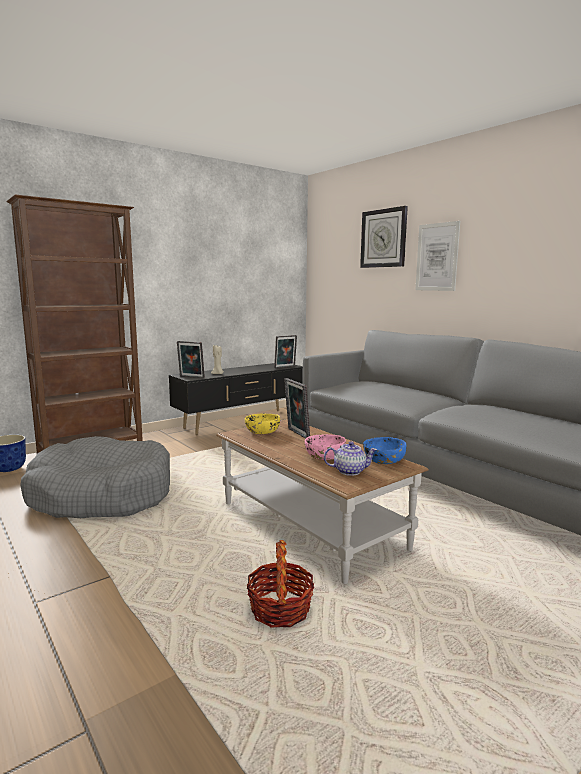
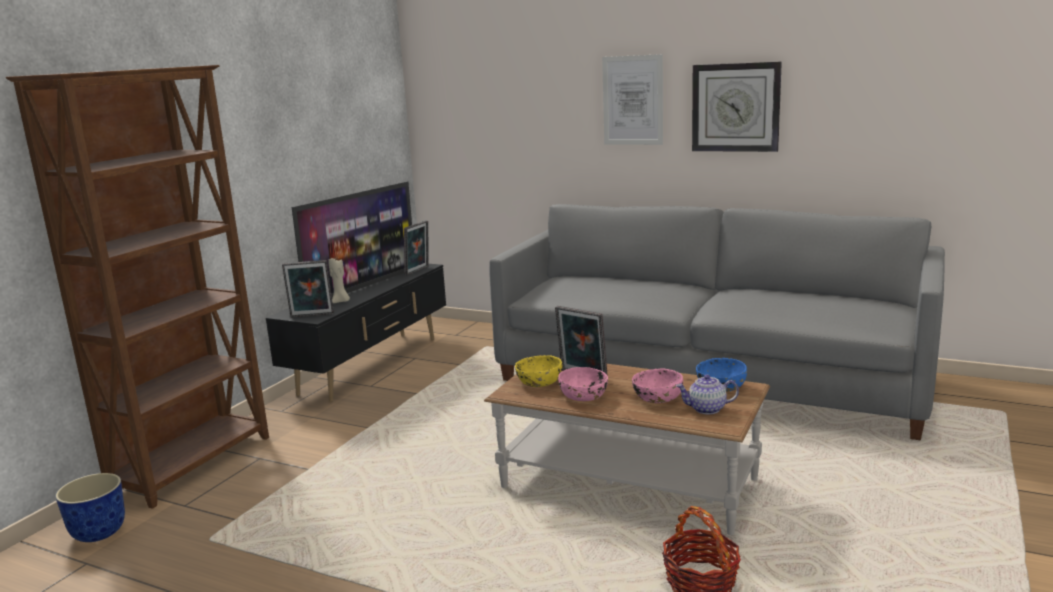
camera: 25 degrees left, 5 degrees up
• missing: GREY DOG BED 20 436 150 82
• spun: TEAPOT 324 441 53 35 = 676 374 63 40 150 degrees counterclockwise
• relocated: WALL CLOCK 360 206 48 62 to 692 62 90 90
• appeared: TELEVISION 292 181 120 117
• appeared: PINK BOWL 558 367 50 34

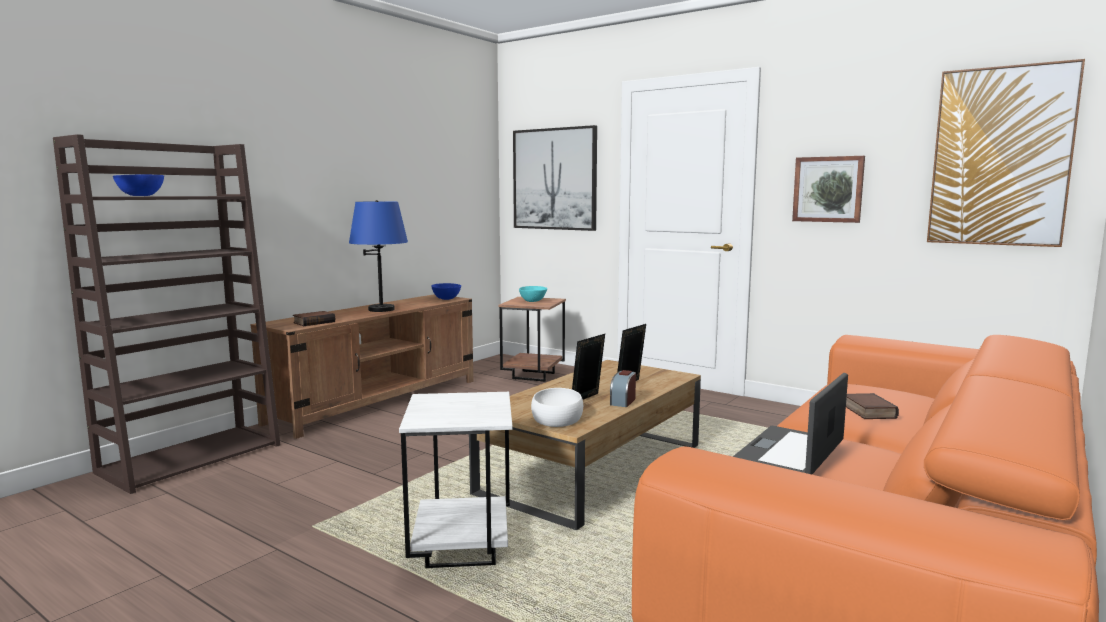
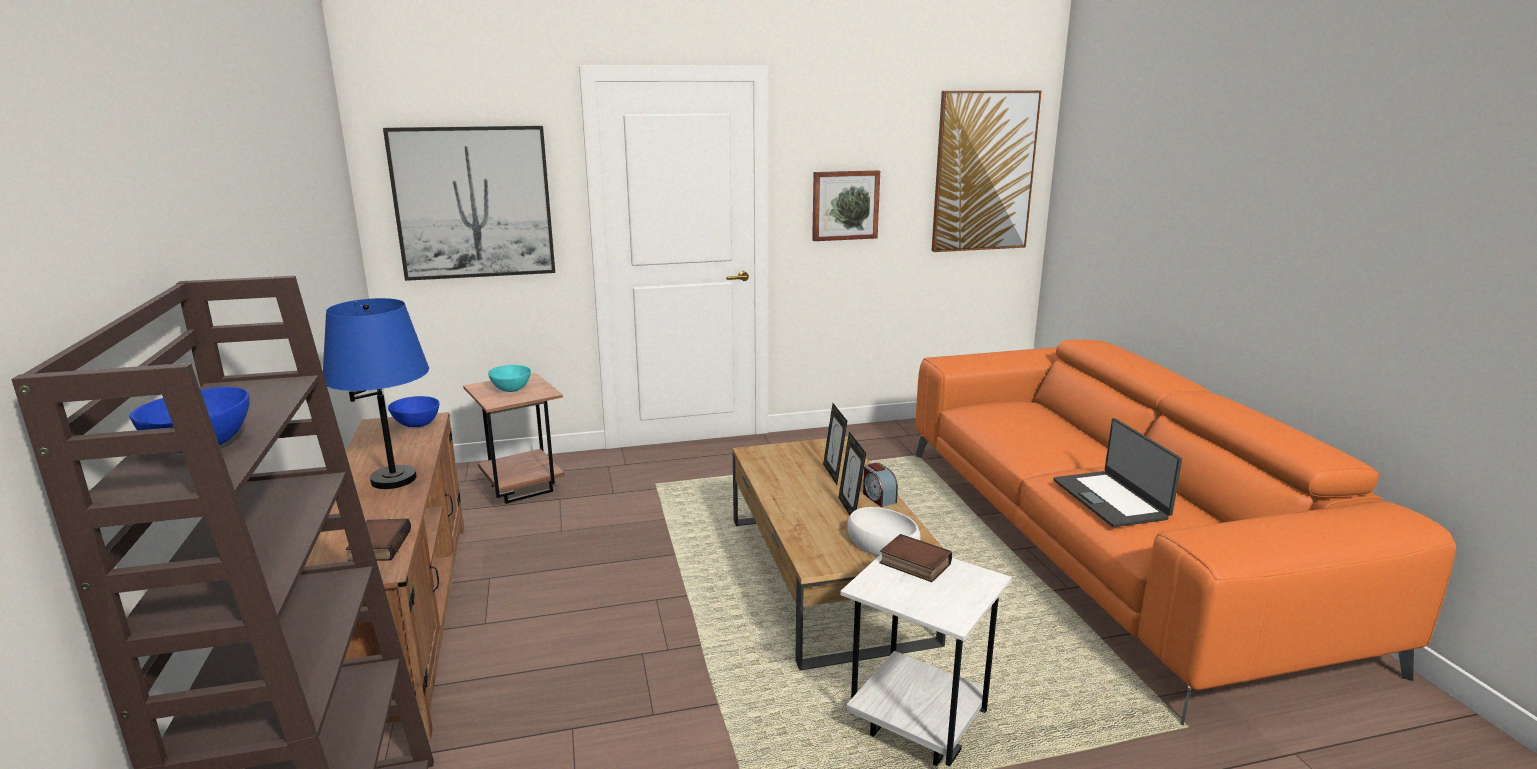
camera: 50 degrees left, 10 degrees up
• relocated: BOOK 846 393 53 26 to 880 534 72 48

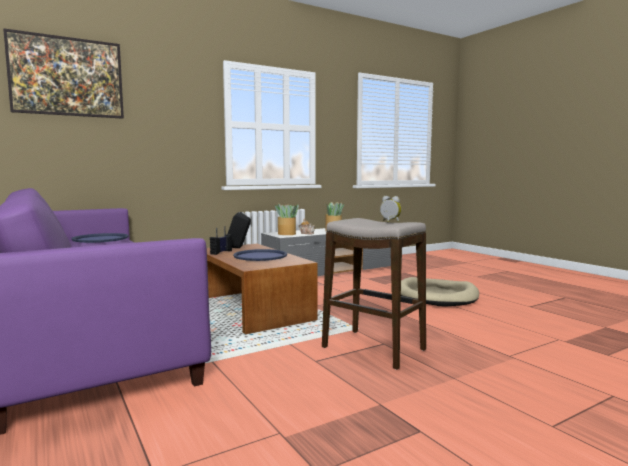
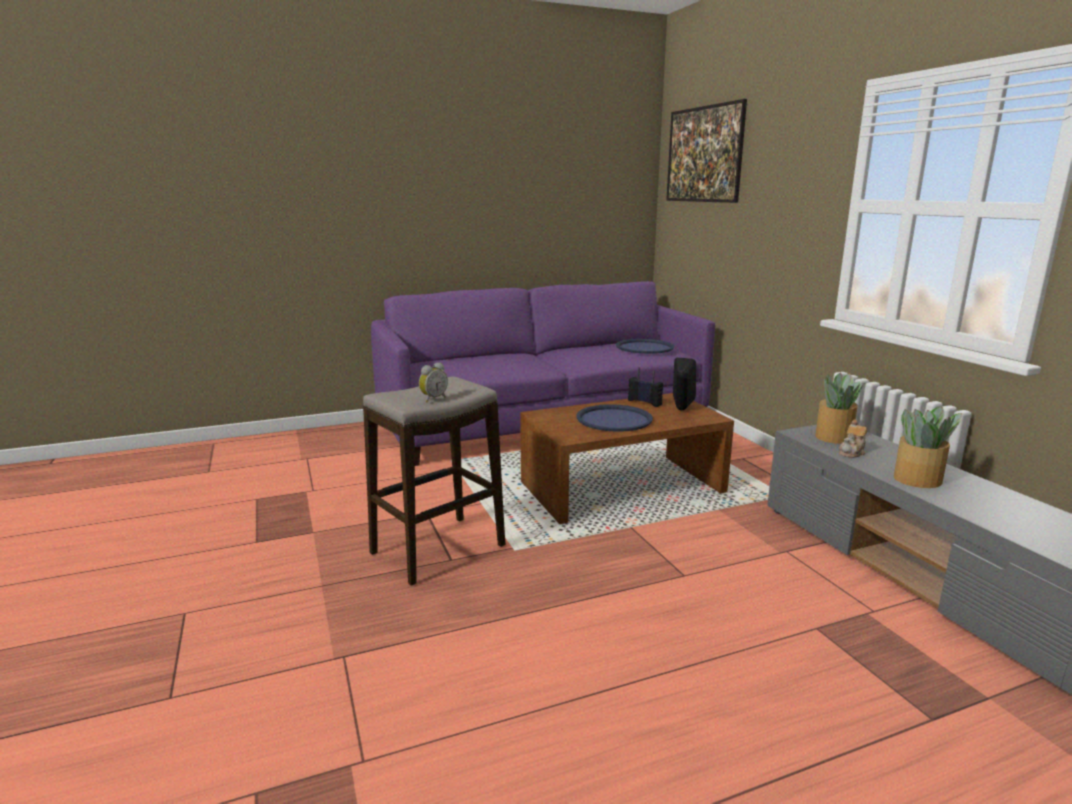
camera: 100 degrees right, 10 degrees up
• missing: BEIGE DOG BED 401 277 78 29

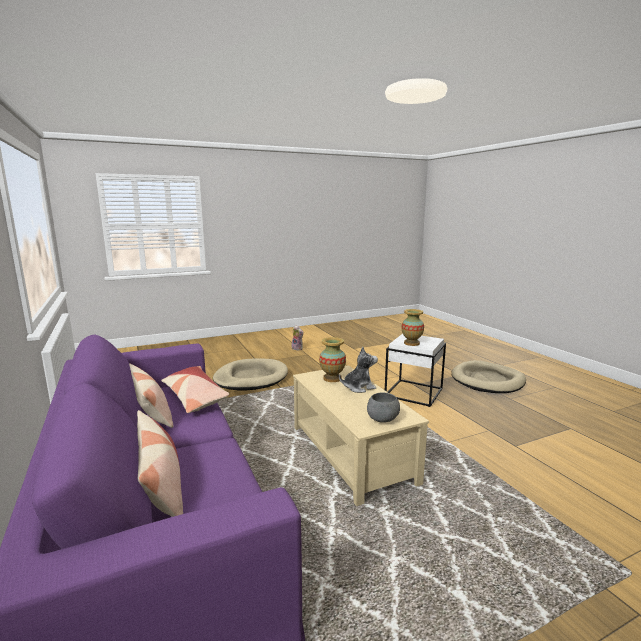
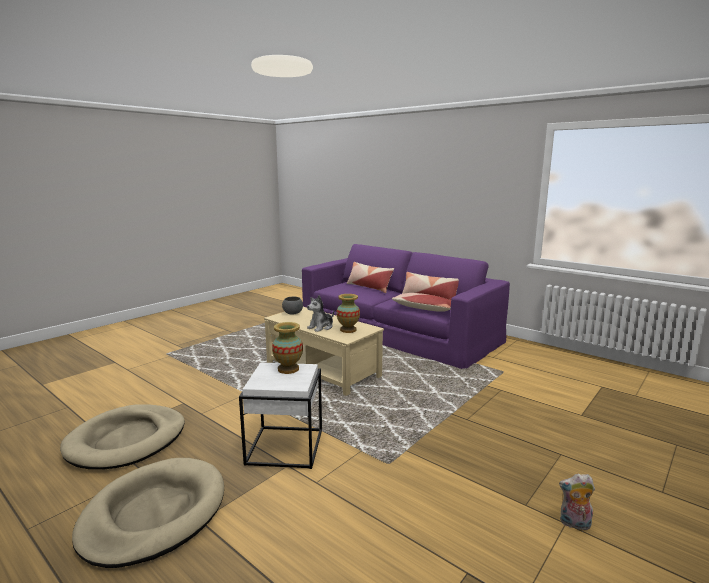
camera: 155 degrees right, 0 degrees up
• relocated: BEIGE DOG BED 213 358 75 32 to 60 404 125 65

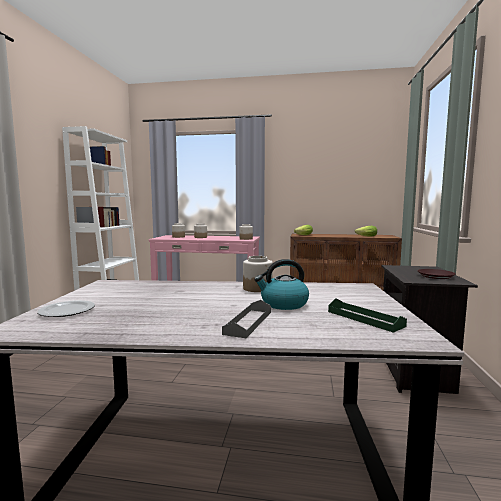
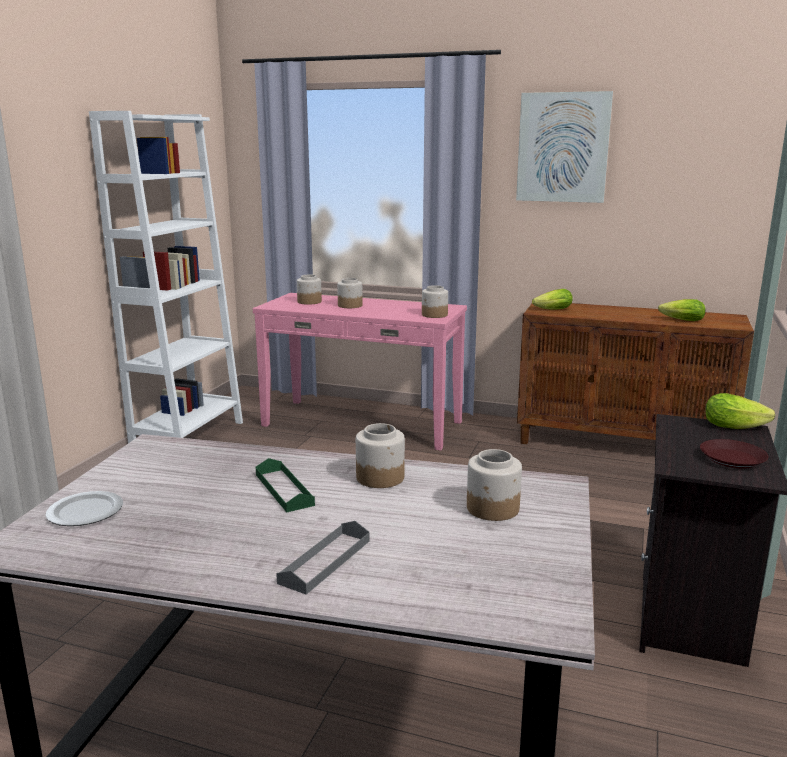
camera: 10 degrees right, 10 degrees up
• missing: KETTLE 254 259 55 51
• relocated: GREEN TRAY 328 298 79 35 to 256 458 59 55
• appeared: JAR 467 449 55 72
• appeared: PICTURE 516 91 97 112
• appeared: LETTUCE 705 393 70 36

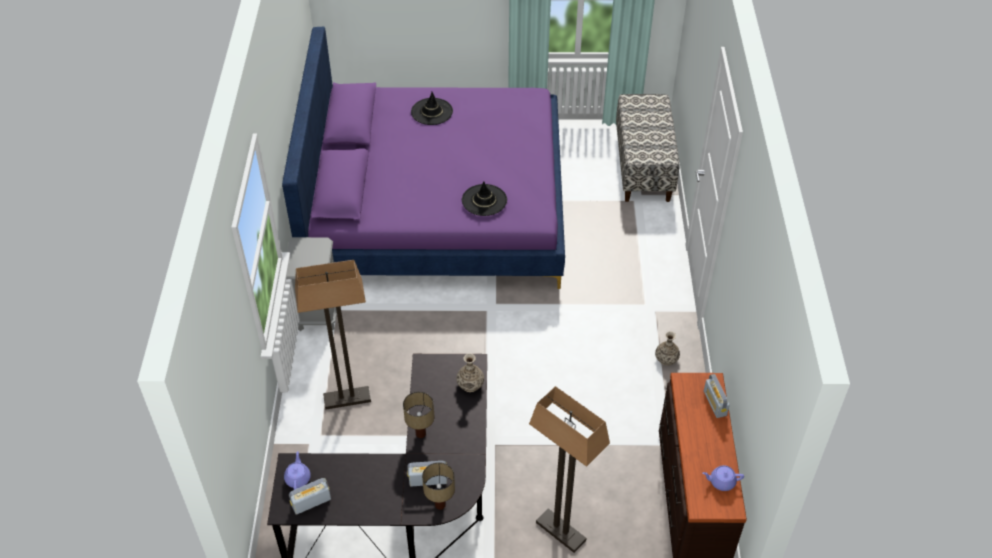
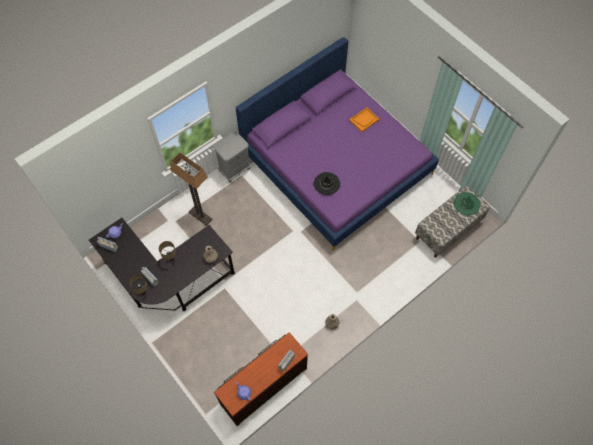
camera: 50 degrees right, 15 degrees up
• exchanged: BLACK HAT 411 92 42 33 to ORANGE TRAY 349 107 30 25
• missing: FLOOR LAMP 529 386 81 167
• appeared: GREEN HAT 454 192 26 23

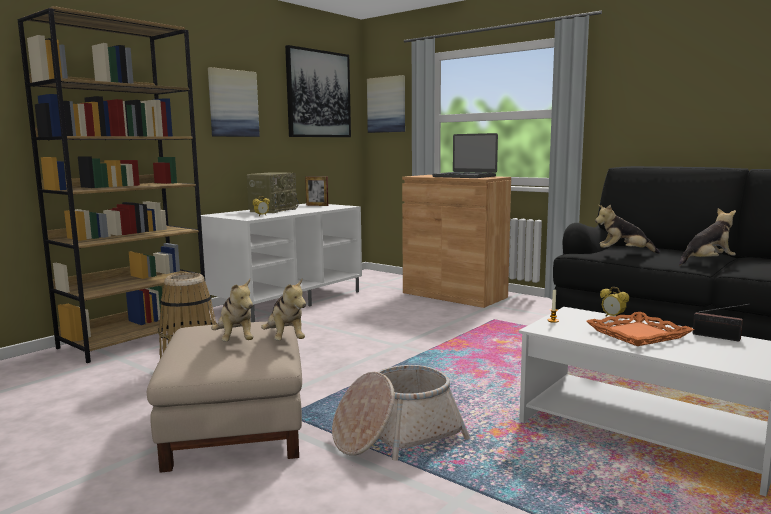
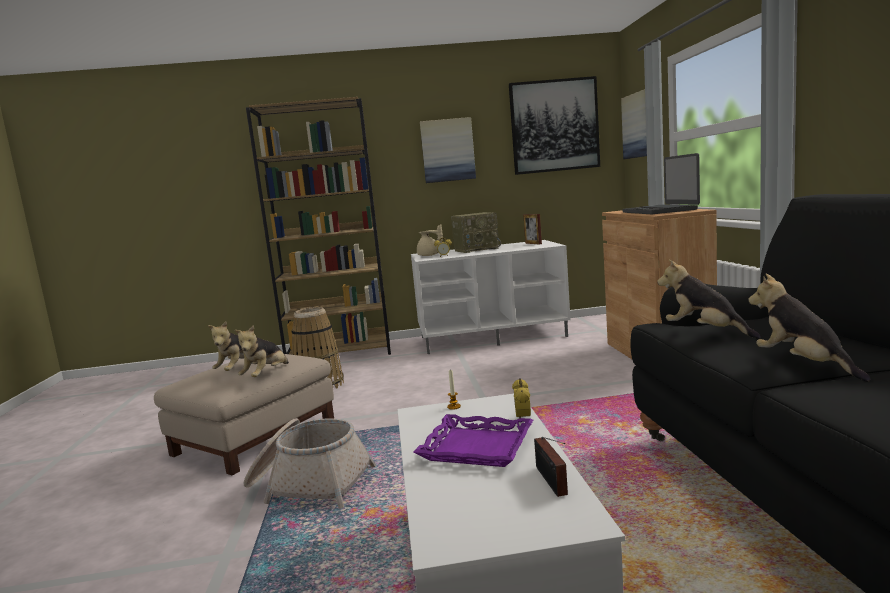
camera: 45 degrees right, 0 degrees up
• colour: ORANGE TRAY 586 312 108 34 to PURPLE TRAY 413 414 120 53
• spun: PLUSH TOY 679 208 57 58 = 748 274 123 108 135 degrees counterclockwise
• appeared: BEIGE TEAPOT 417 225 26 31

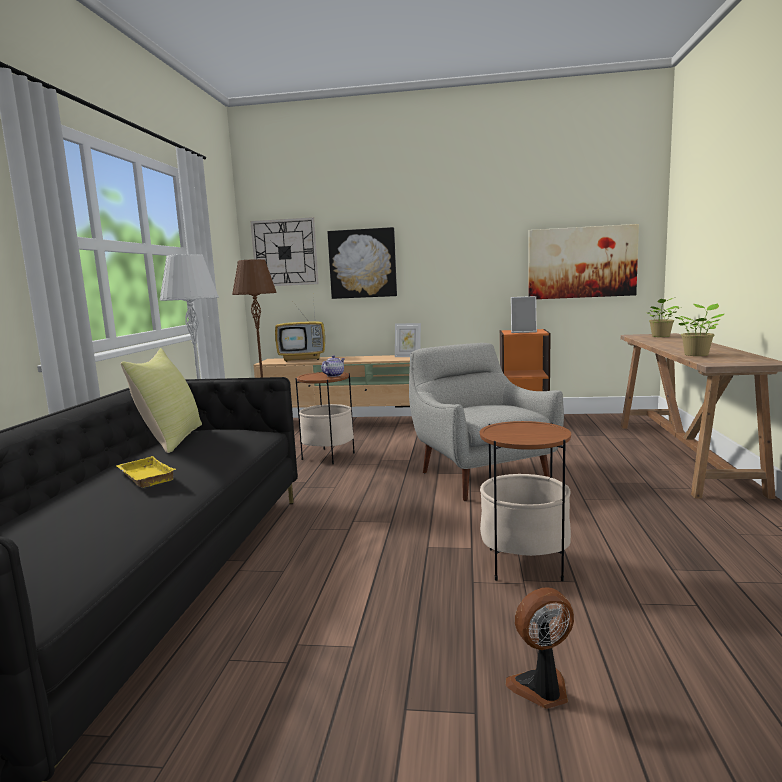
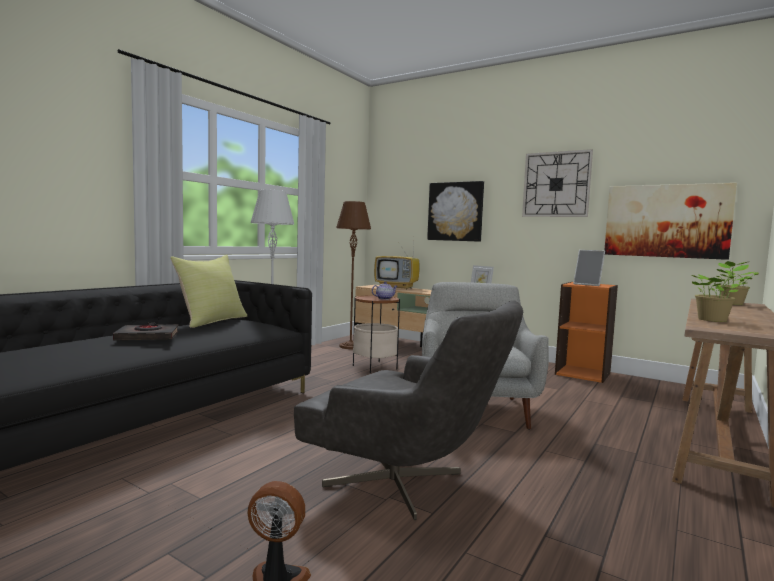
camera: 25 degrees right, 5 degrees down
• exchanged: YELLOW TRAY 116 456 60 32 to BLACK BOOK 113 323 65 17
• relocated: WALL CLOCK 250 217 69 69 to 522 149 71 68
• exchanged: SIDE TABLE 480 421 91 160 to GREY ARMCHAIR 294 300 229 220

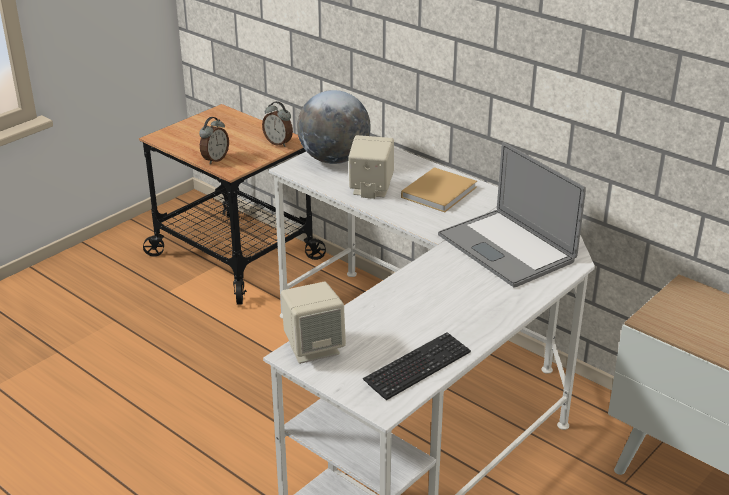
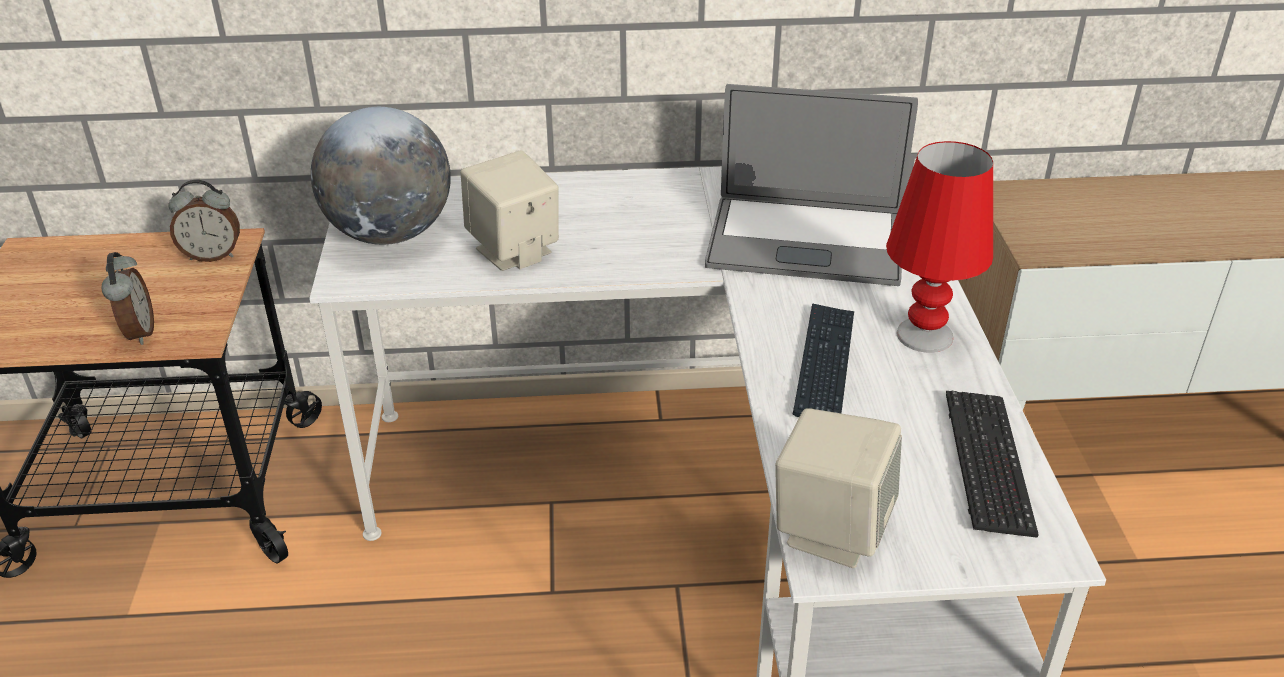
camera: 45 degrees left, 5 degrees up
• missing: BEIGE BOOK 401 167 76 45
• appeared: KEYBOARD 793 303 61 114
• appeared: RED TABLE LAMP 886 141 107 212

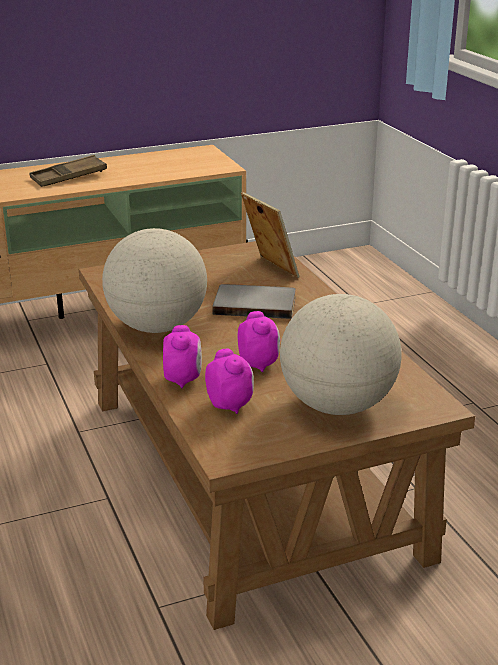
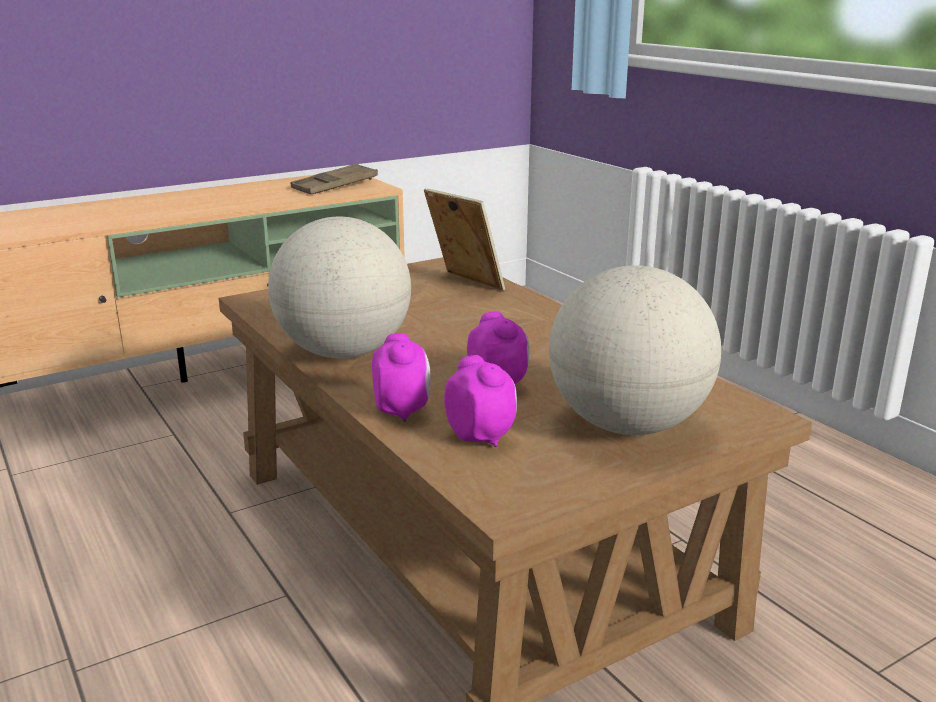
camera: 10 degrees left, 5 degrees down
• relocated: BROWN TRAY 29 155 78 32 to 291 163 87 31
• missing: GREY BOOK 212 284 84 35

